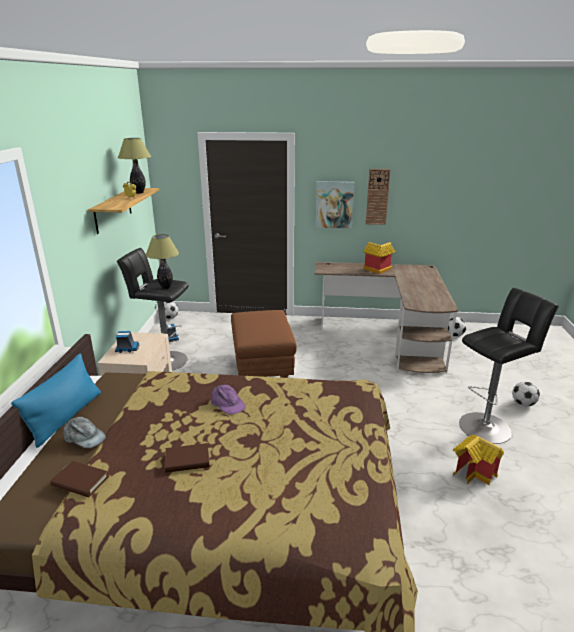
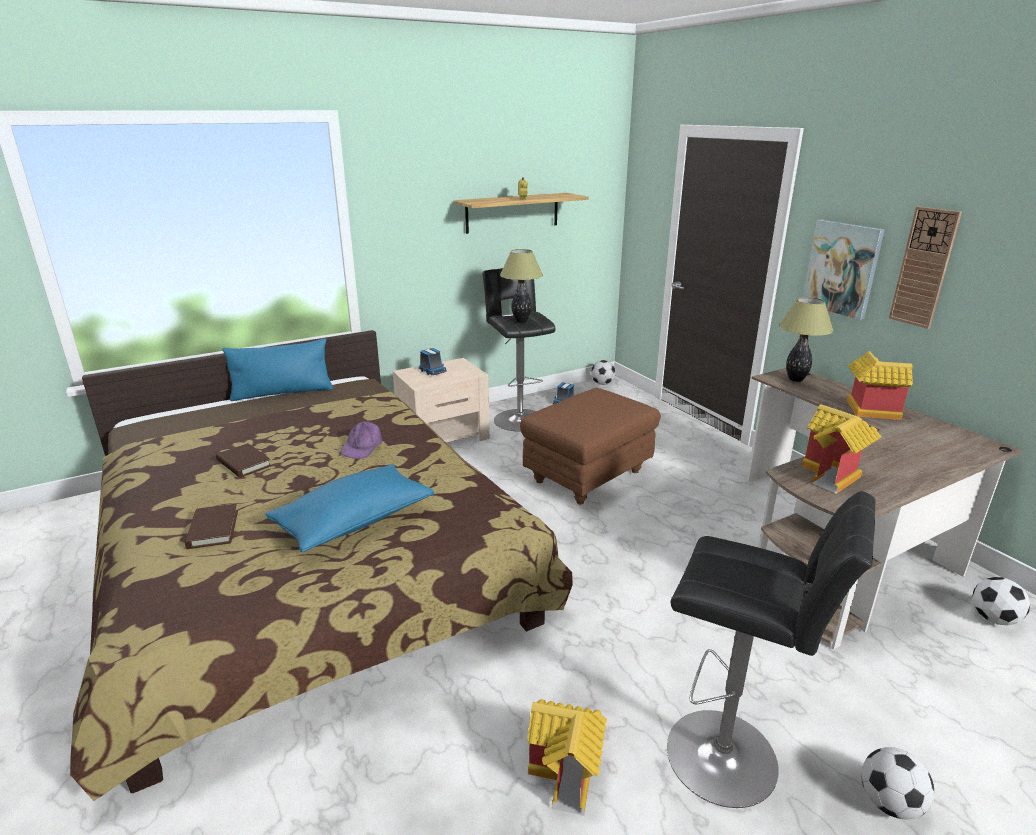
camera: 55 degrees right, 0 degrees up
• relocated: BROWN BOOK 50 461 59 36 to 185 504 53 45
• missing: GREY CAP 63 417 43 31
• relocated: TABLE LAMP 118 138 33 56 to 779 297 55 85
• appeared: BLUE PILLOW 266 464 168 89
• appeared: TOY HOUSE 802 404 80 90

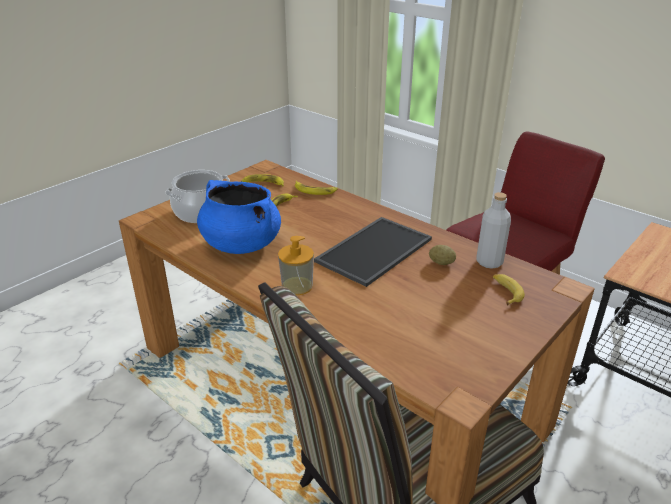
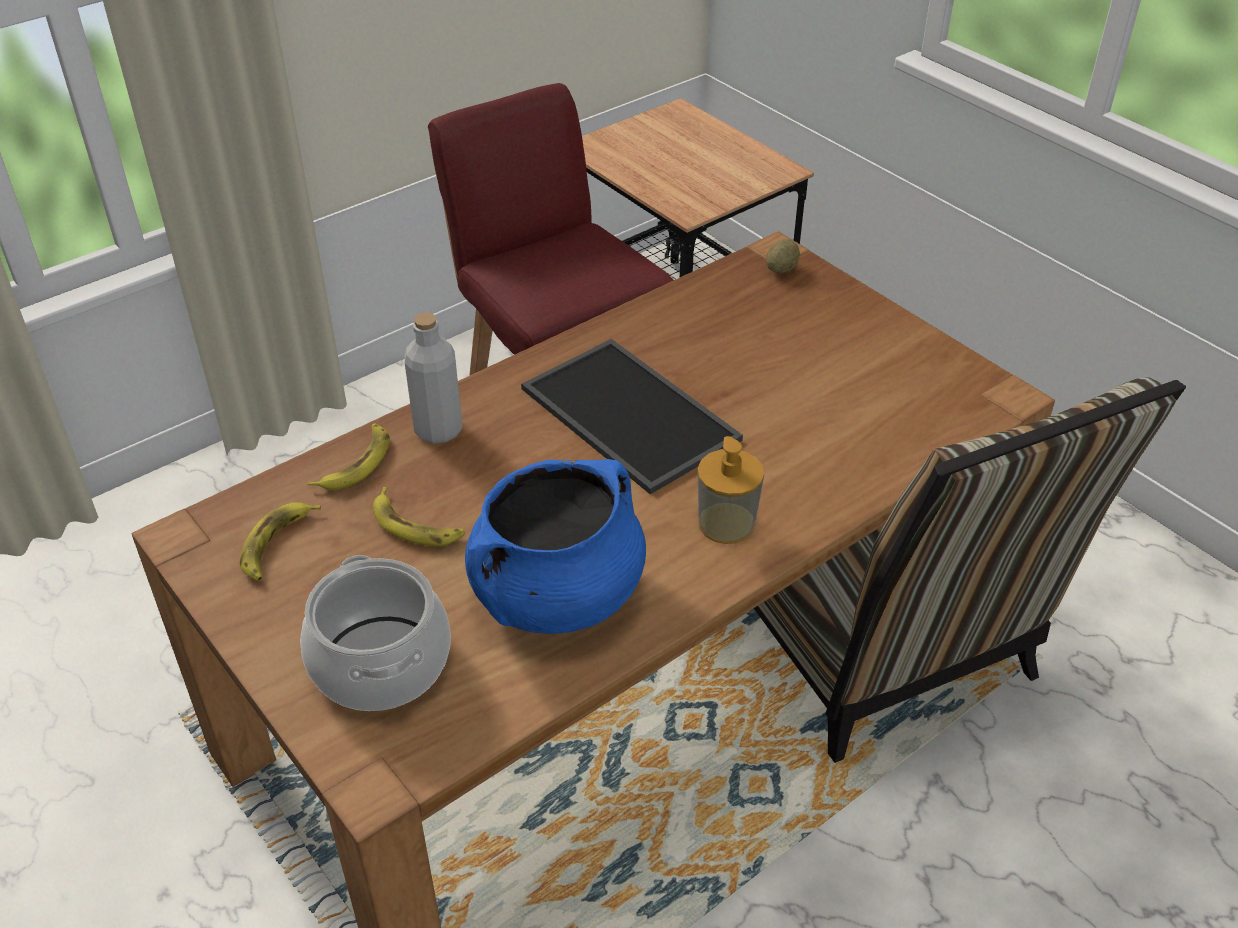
camera: 80 degrees left, 10 degrees up
• relocated: POTATO 429 245 27 20 to 766 239 34 34
• relocated: GREY BOTTLE 476 192 35 77 to 404 312 58 132
• missing: BANANA 493 274 32 31

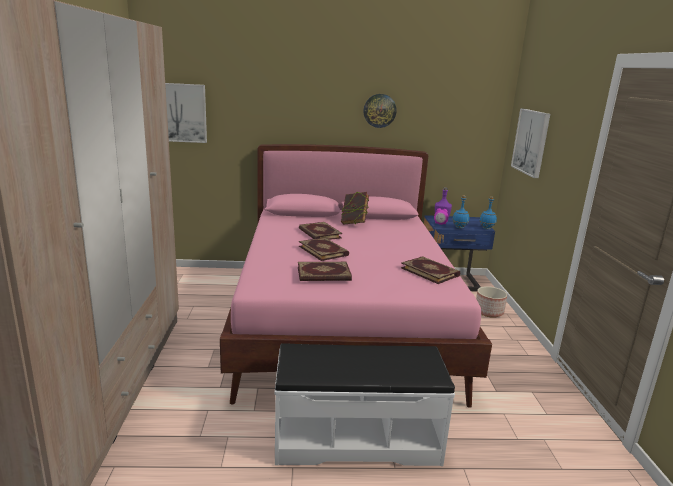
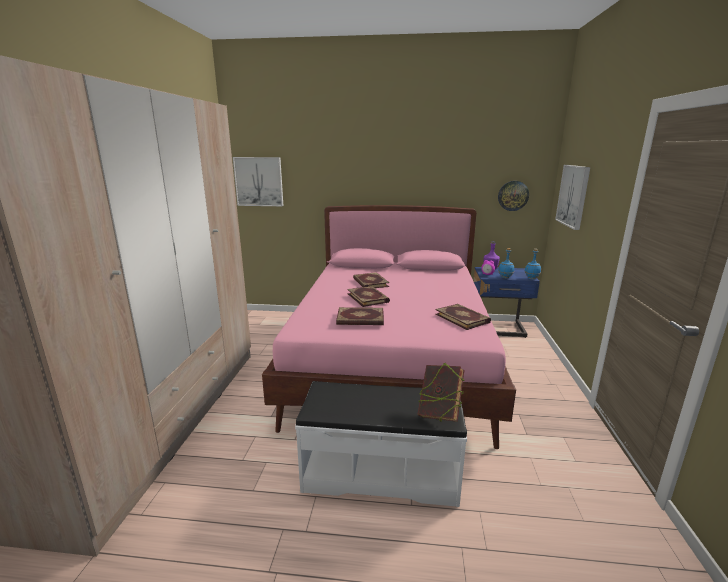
camera: 10 degrees right, 0 degrees up
• relocated: BOOK 341 191 28 34 to 417 363 48 59
• relocated: WALL CLOCK 364 94 32 34 to 498 181 31 30
• missing: PLANTER 476 286 31 32

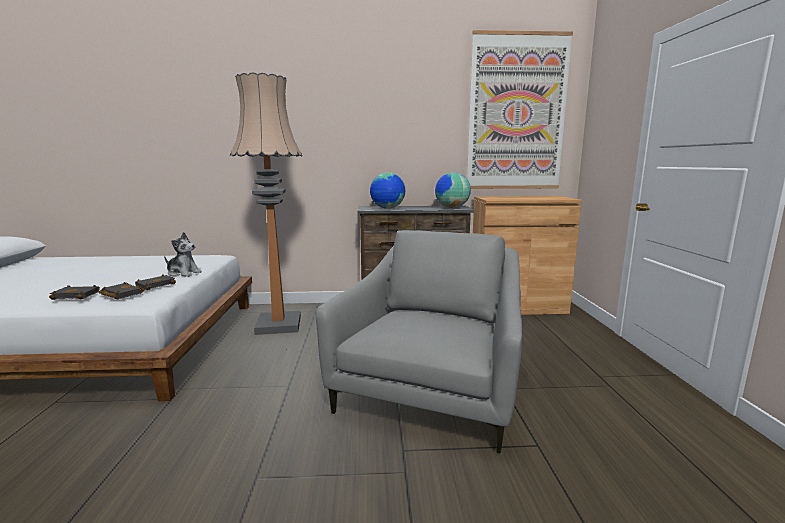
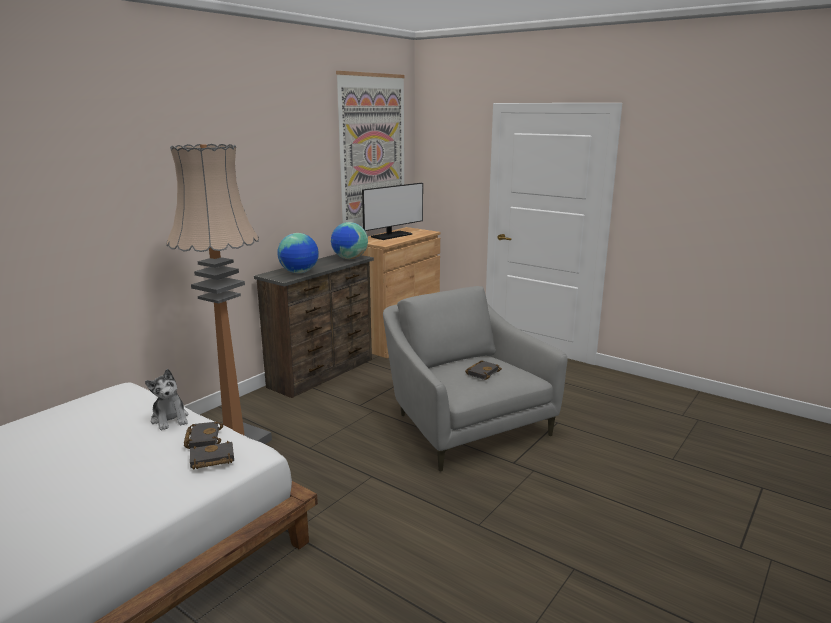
camera: 50 degrees left, 5 degrees up
• relocated: BLACK BOOK 49 285 51 15 to 465 360 37 20
• spun: PLUSH TOY 164 232 38 45 = 145 369 43 61 90 degrees clockwise
• appeared: MONITOR 362 183 61 57

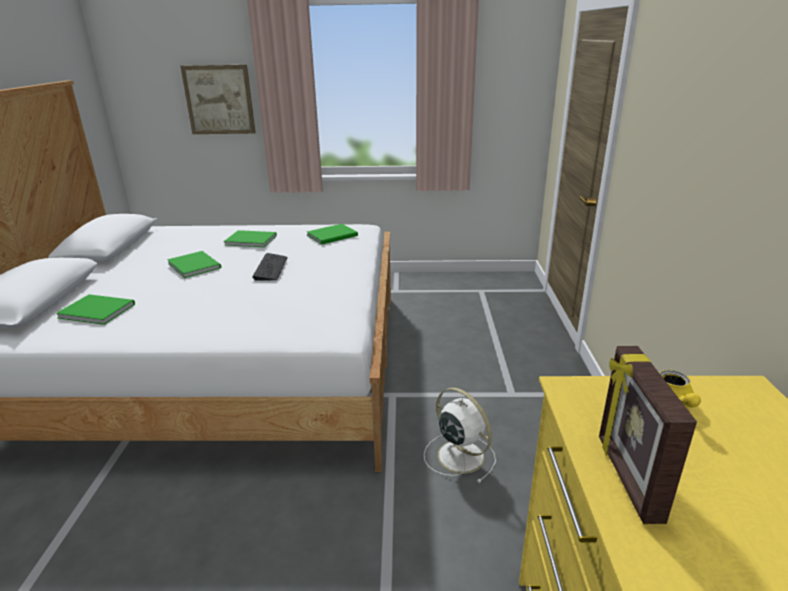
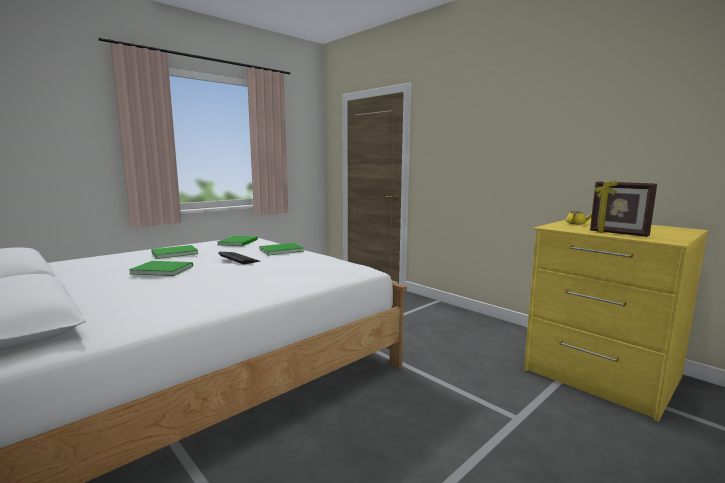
camera: 45 degrees left, 15 degrees down
• relocated: GREEN BOOK 56 294 79 31 to 259 243 45 12
• missing: PICTURE 180 65 76 69
• missing: WHITE FAN 424 387 72 96

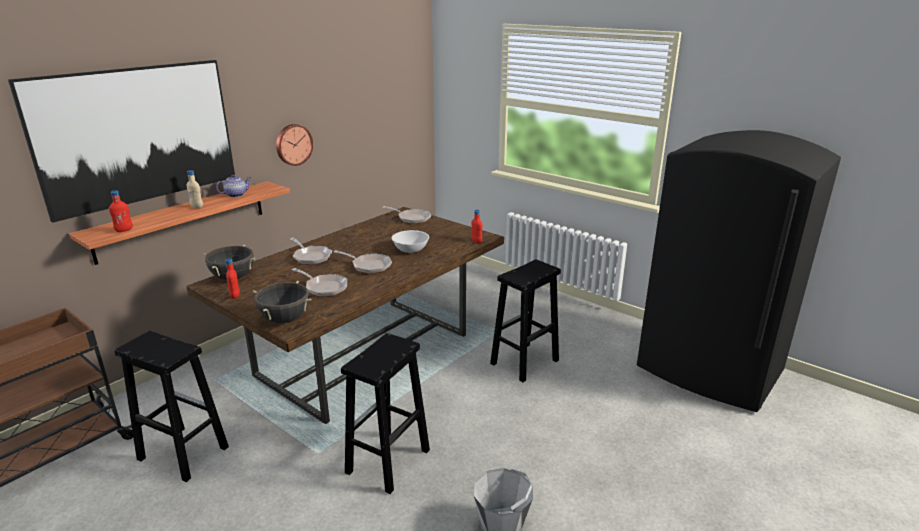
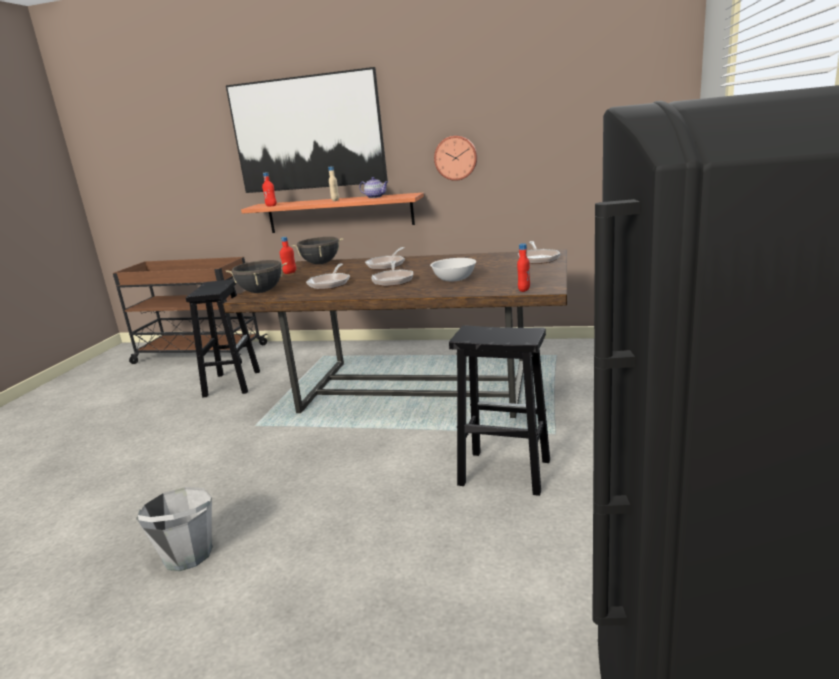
camera: 65 degrees right, 5 degrees down
• missing: BLACK STOOL 341 333 89 161

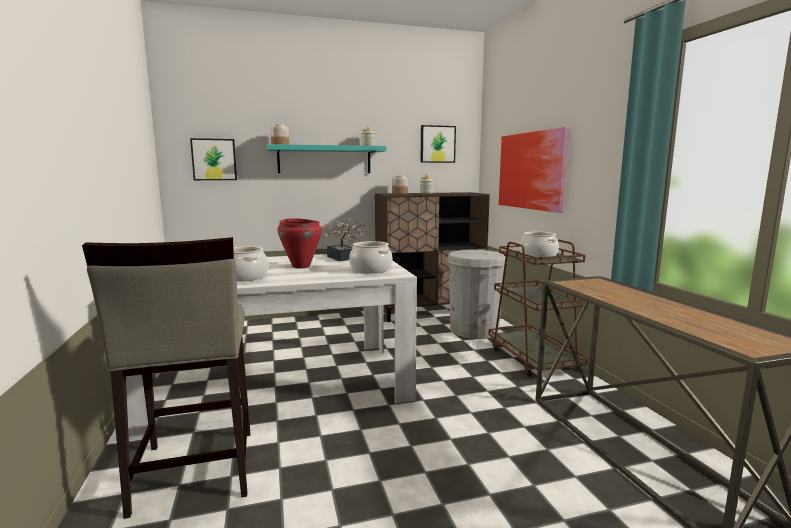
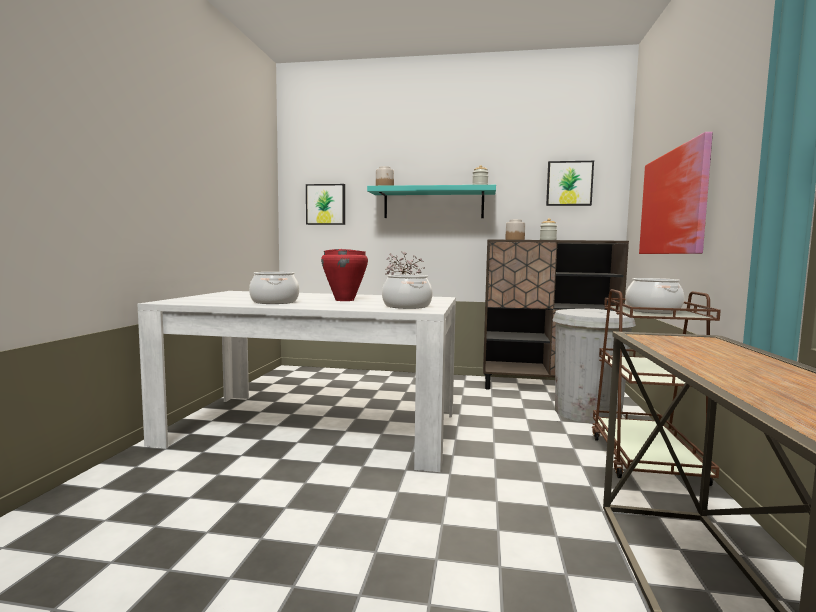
camera: 25 degrees right, 5 degrees down
• missing: BEIGE STOOL 82 237 168 282

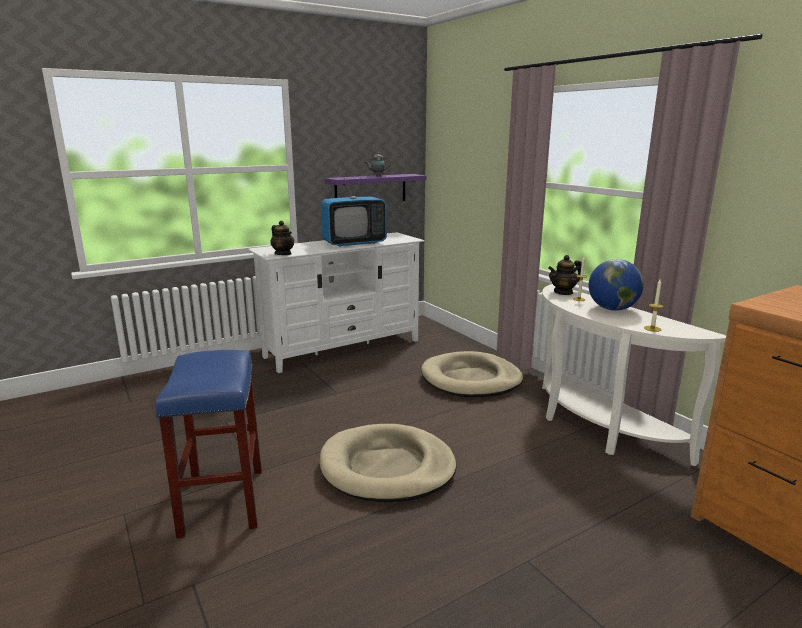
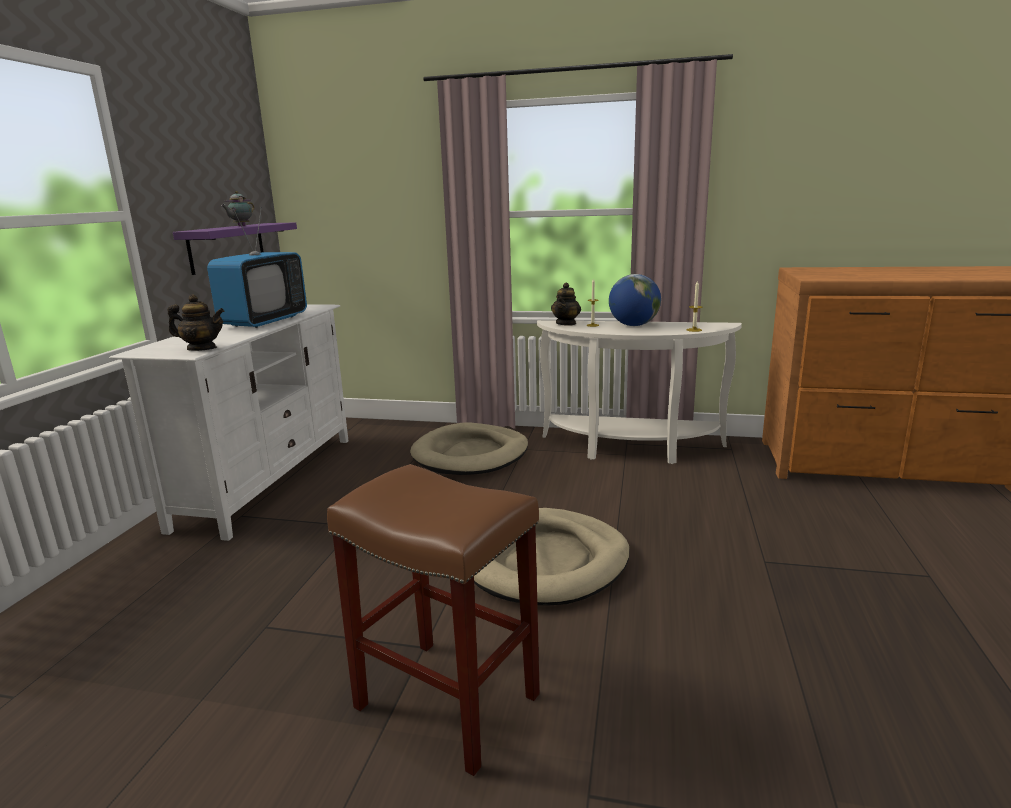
camera: 45 degrees left, 0 degrees up
• colour: BLUE STOOL 156 350 106 188 to BROWN STOOL 327 464 213 312

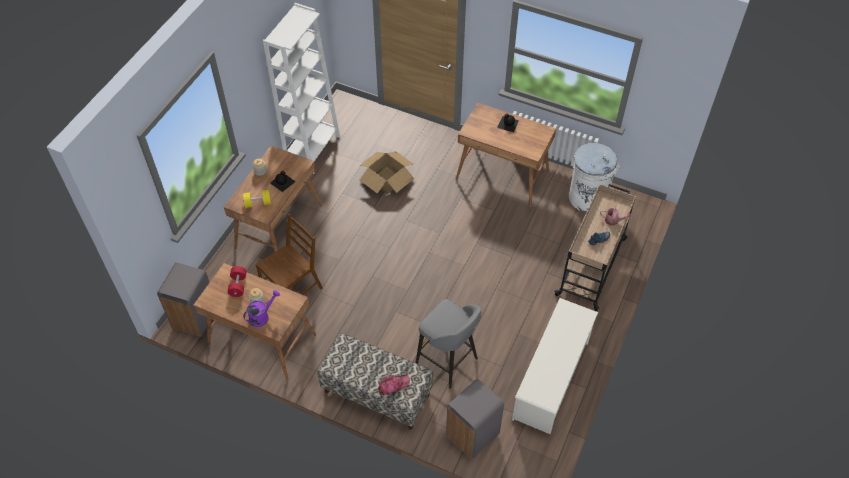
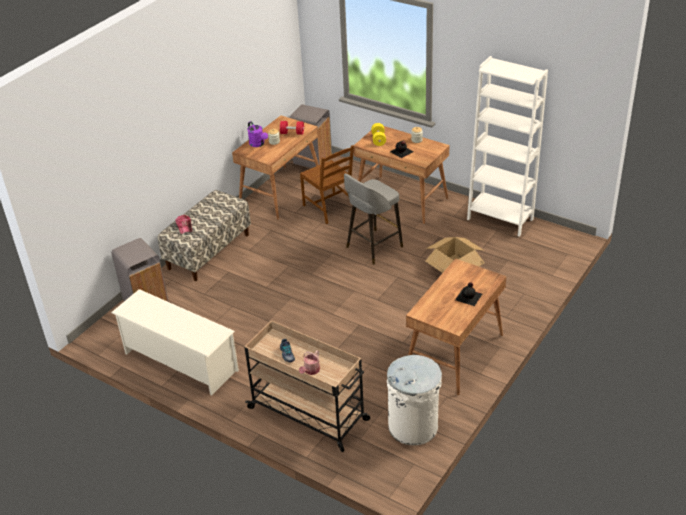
camera: 100 degrees right, 15 degrees down
• relocated: GREY STOOL 415 299 66 90 to 344 173 59 92

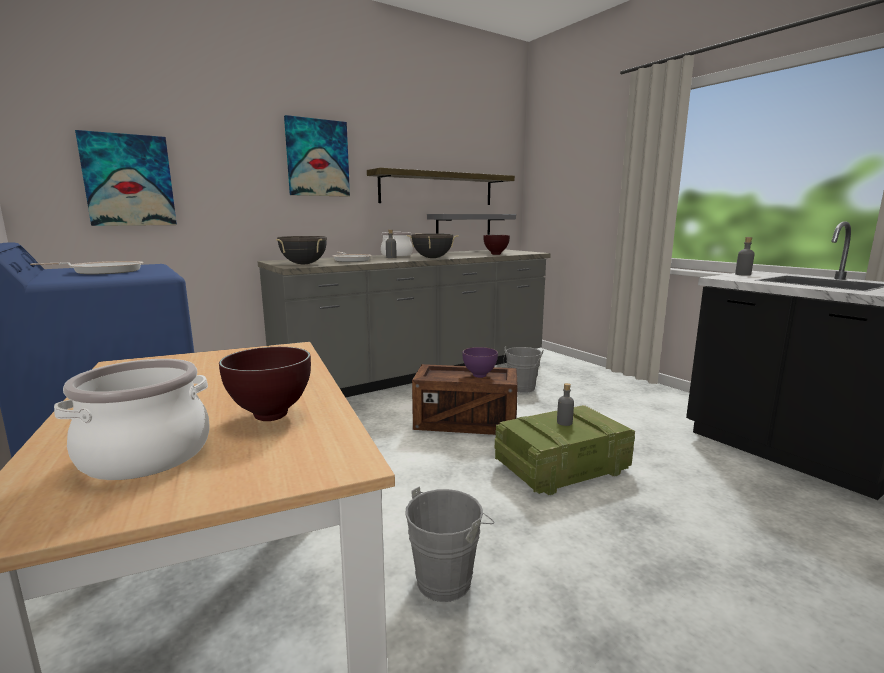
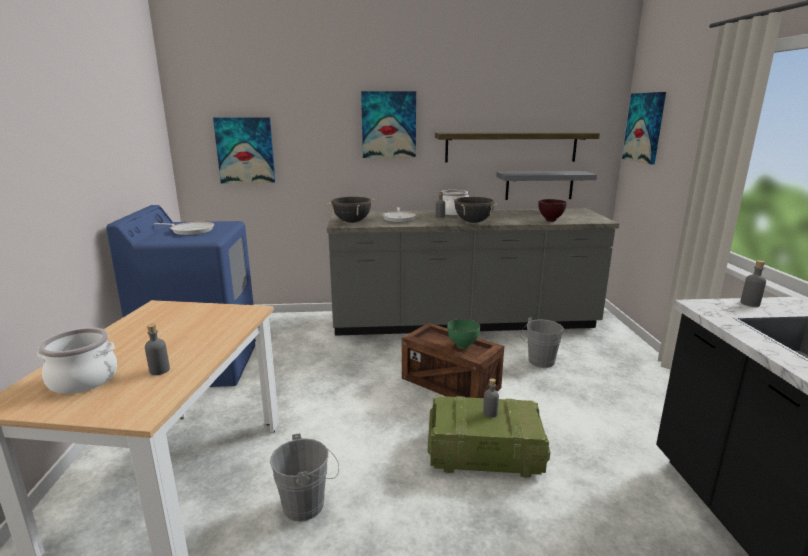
camera: 30 degrees right, 5 degrees up
• exchanged: BROWN BOWL 219 347 92 74 to GREY BOTTLE 145 324 25 51
• colour: PURPLE BOWL 463 347 35 31 to GREEN BOWL 447 319 33 30
• appeared: PICTURE 622 92 44 72

